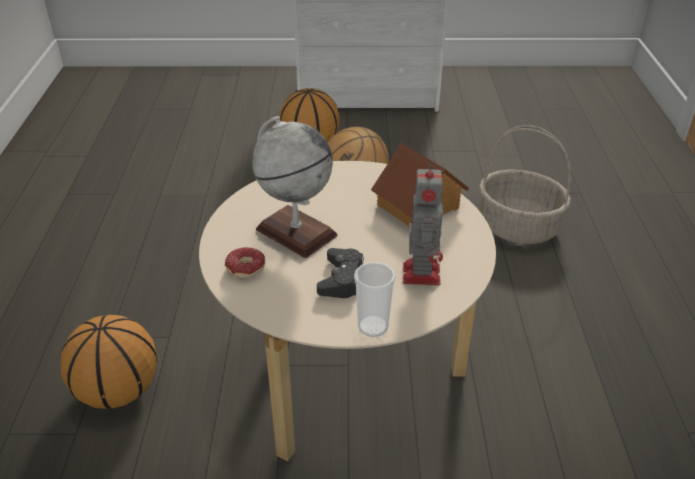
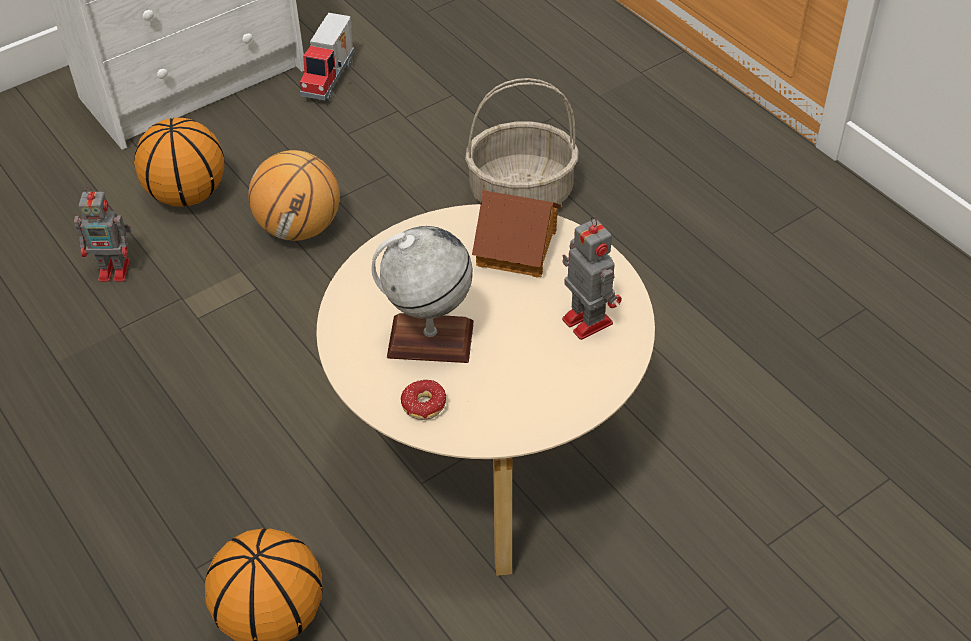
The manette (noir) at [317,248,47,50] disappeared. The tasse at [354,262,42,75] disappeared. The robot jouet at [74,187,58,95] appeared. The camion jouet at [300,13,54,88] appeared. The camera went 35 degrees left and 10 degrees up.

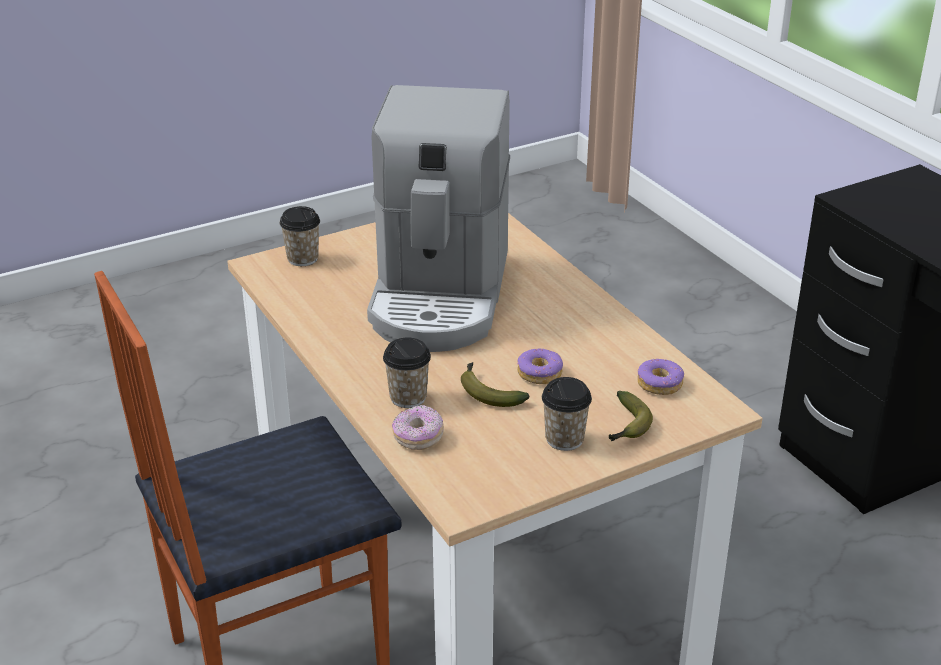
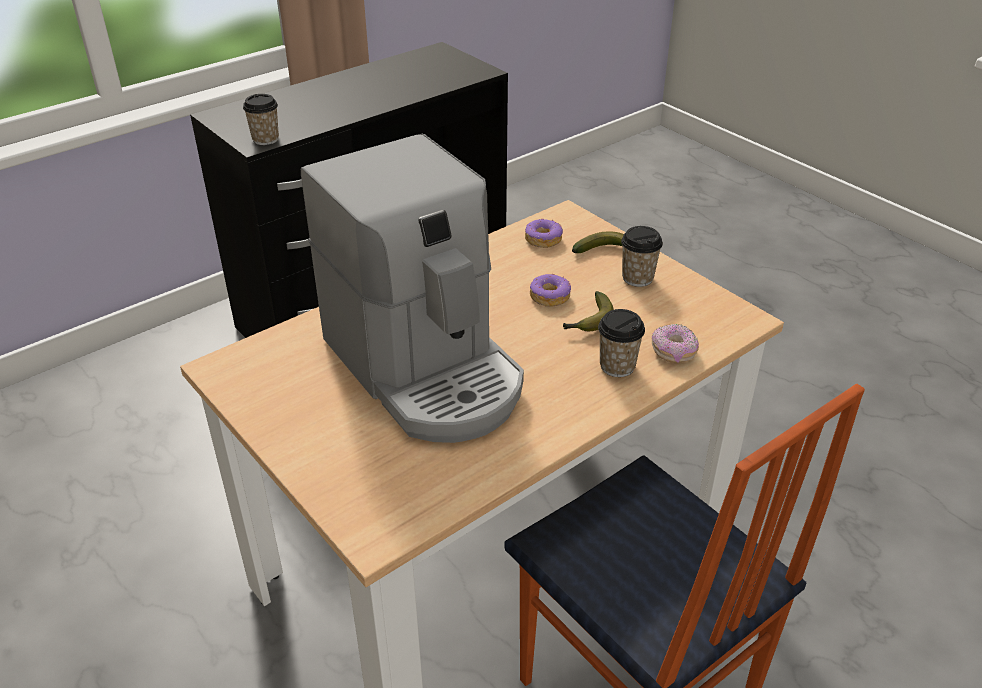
The tasse moved from [279,206,41,60] to [243,94,36,51]. The machine à café at [367,85,143,267] turned 60 degrees clockwise. The camera went 100 degrees left and 5 degrees up.

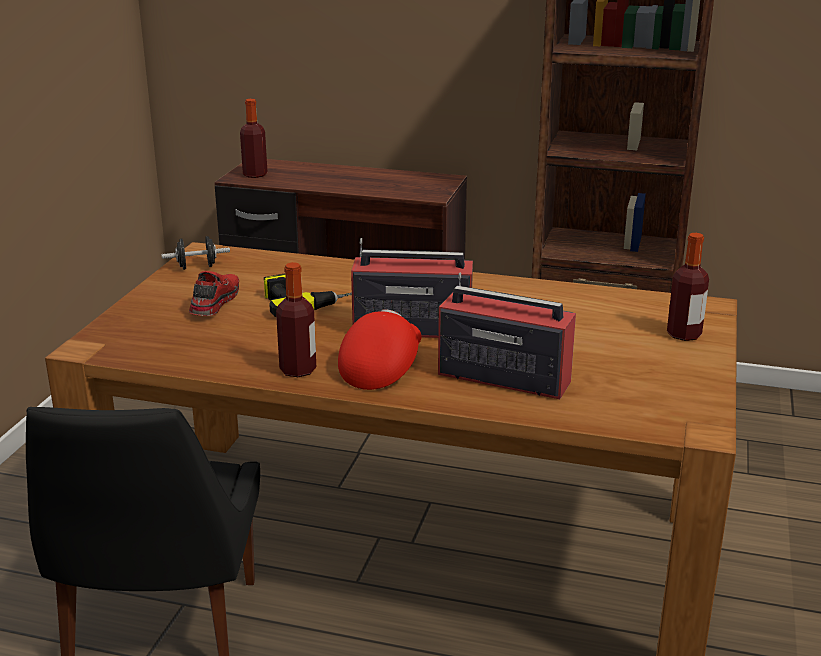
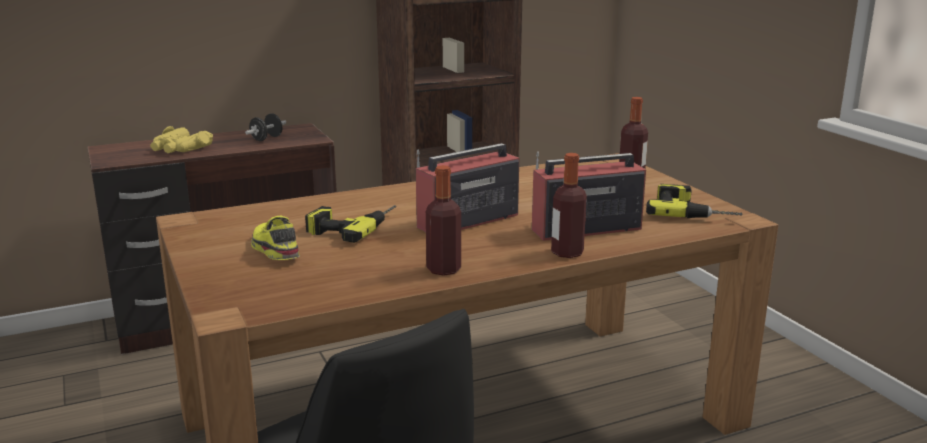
The haltère (noir) moved from [161,236,69,34] to [245,113,41,28]. The chaussure (rouge) at [189,271,50,45] became the chaussure (jaune) at [251,216,49,44]. The bouteille moved from [240,99,27,79] to [551,153,36,105]. The casquette (rouge) at [338,309,83,81] disappeared. The jumelles (jaune) at [150,126,63,27] appeared. The perceuse at [646,184,96,34] appeared. The camera went 40 degrees left and 5 degrees down.

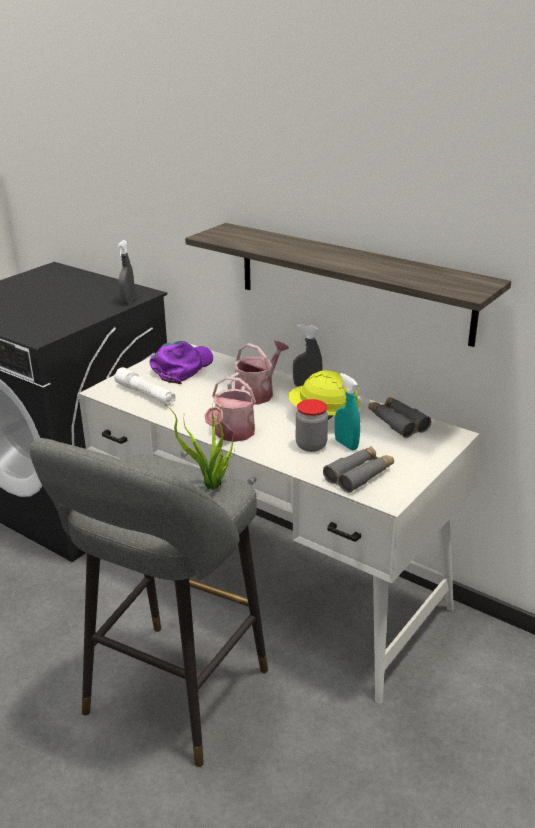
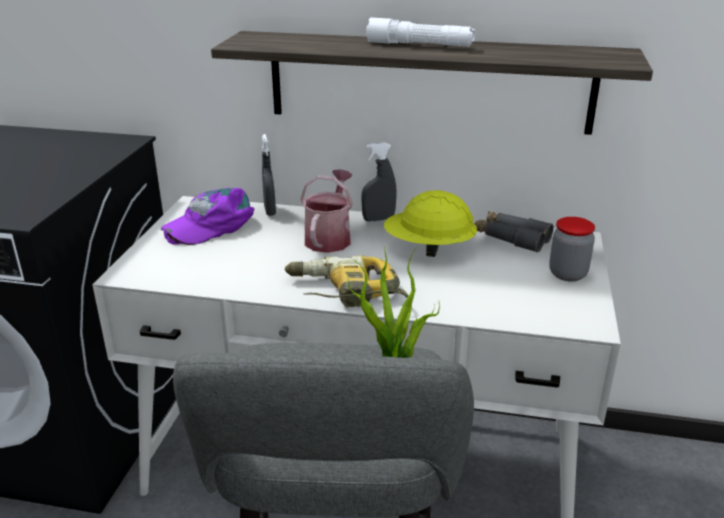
The lampe de poche (blanc) moved from [114,367,62,38] to [366,18,109,29]. The vaporisateur (gris) moved from [117,240,18,64] to [262,134,14,82]. The casquette (violet) at [150,341,63,43] turned 135 degrees counterclockwise. The arrosoir at [205,376,51,66] was replaced by the perceuse at [285,255,123,52]. The bocal moved from [296,399,32,53] to [549,217,46,65]. The jumelles (gris) at [323,446,71,47] disappeared. The vaporisateur (turquoise) at [335,373,25,77] disappeared. The camera went 25 degrees left and 0 degrees up.

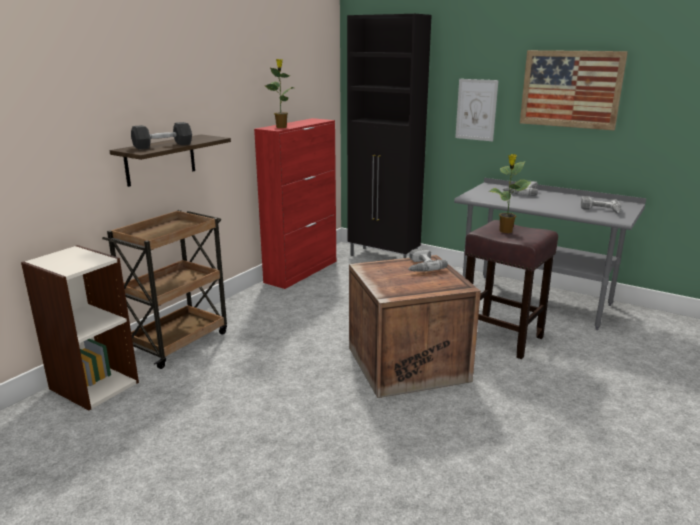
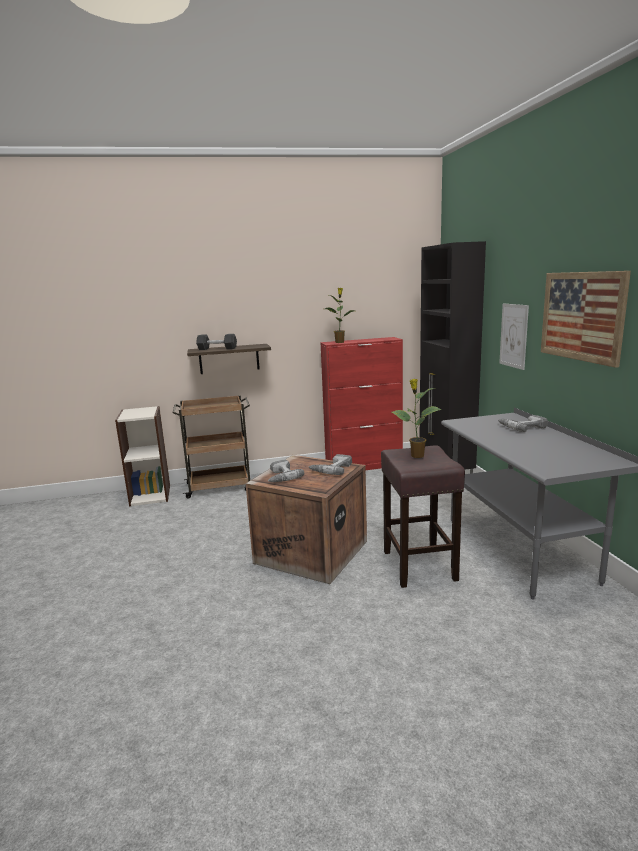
The perceuse moved from [581,196,40,17] to [268,459,36,23]. The camera went 45 degrees right and 5 degrees down.

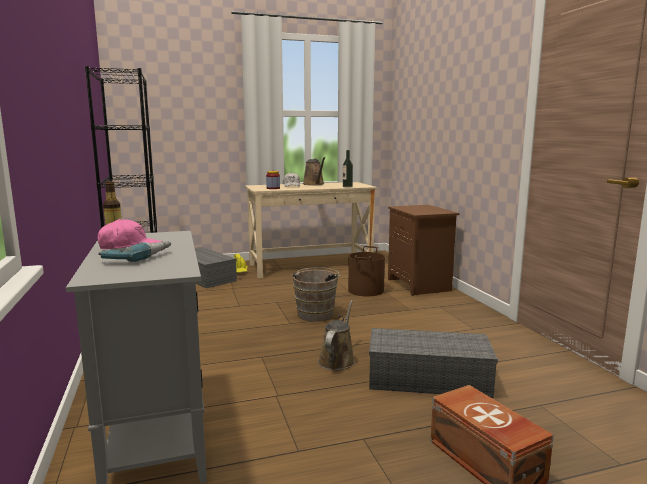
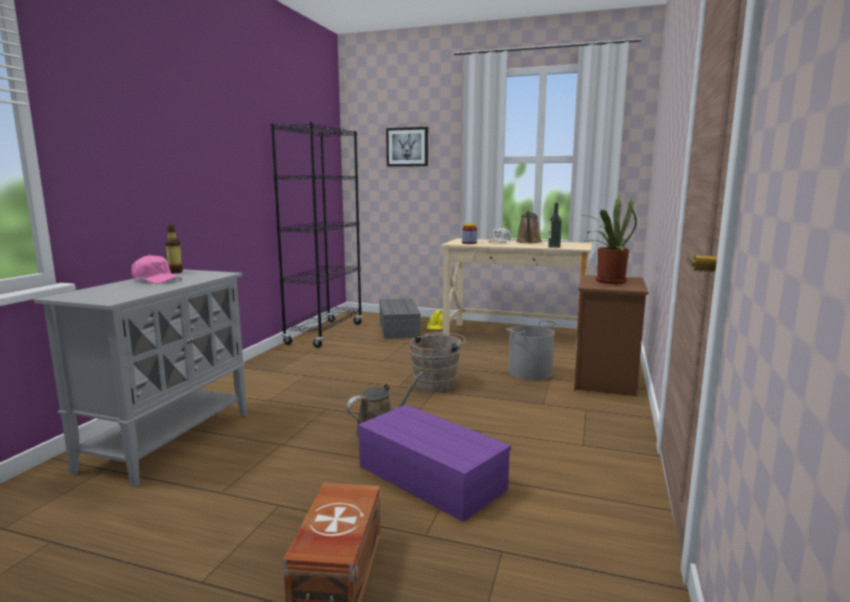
The perceuse at [99,241,72,21] disappeared. The seau (marron) at [348,246,37,50] became the seau (gris) at [506,320,52,60]. The boîte de rangement (gris) at [369,328,129,70] became the boîte de rangement (violet) at [358,405,153,117]. The tableau at [386,127,42,40] appeared. The plante en pot at [582,196,55,88] appeared. The camera went 35 degrees right and 0 degrees up.

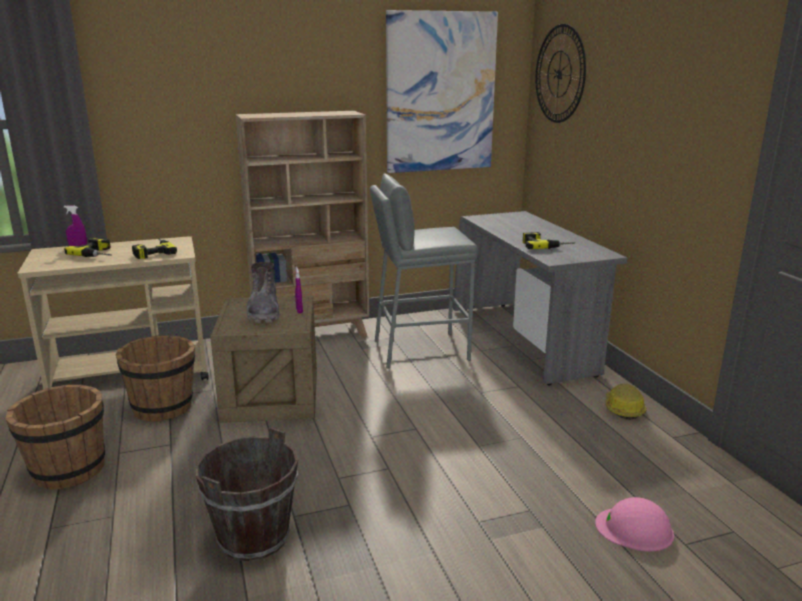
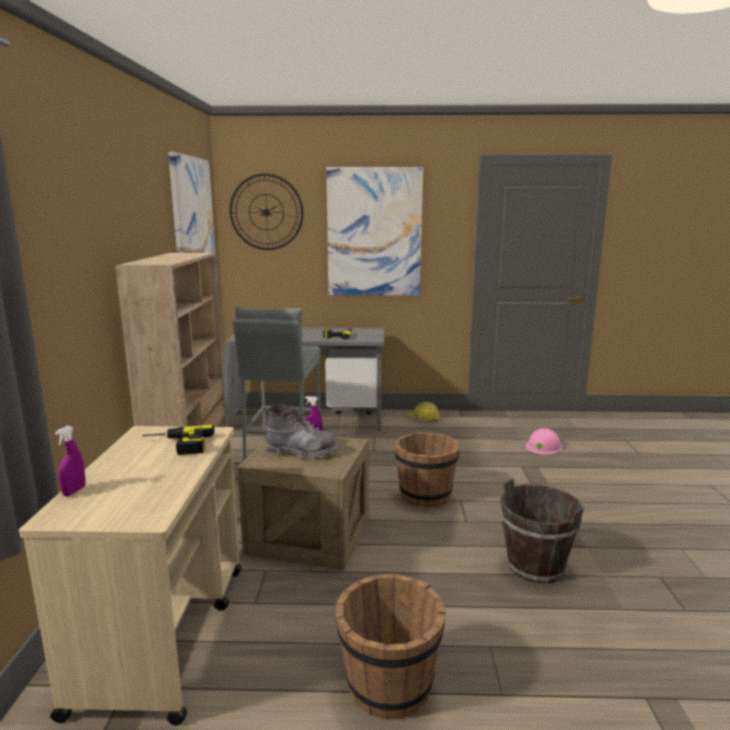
The perceuse at [64,238,47,19] disappeared. The seau (marron) moved from [116,335,79,87] to [394,432,66,75]. The tableau at [326,167,97,129] appeared. The camera went 70 degrees left and 5 degrees down.

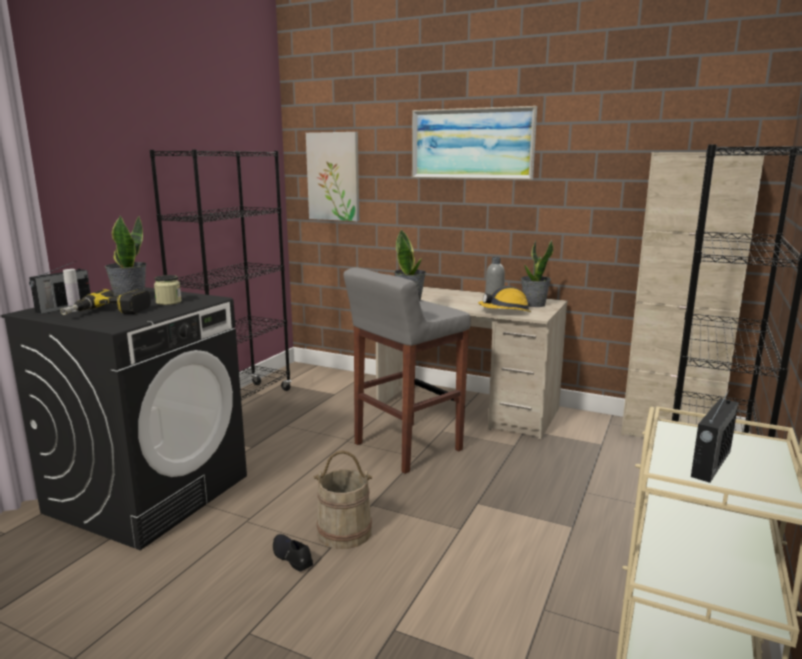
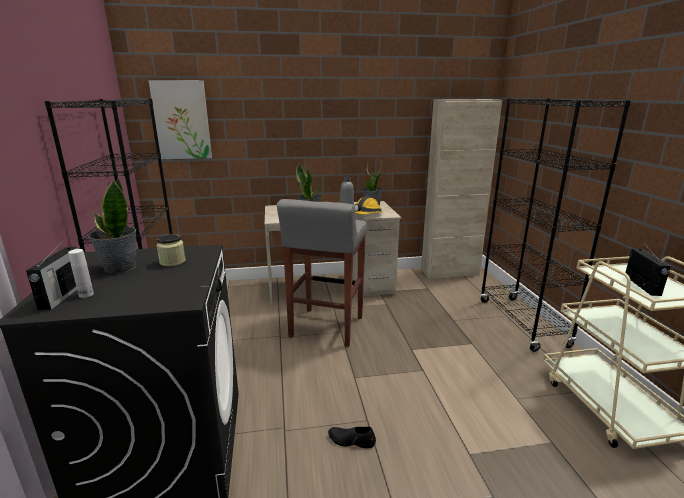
The perceuse at [60,289,91,26] disappeared. The seau (beige) at [314,450,59,99] disappeared. The tableau at [412,106,125,74] disappeared. The camera went 35 degrees left and 5 degrees up.

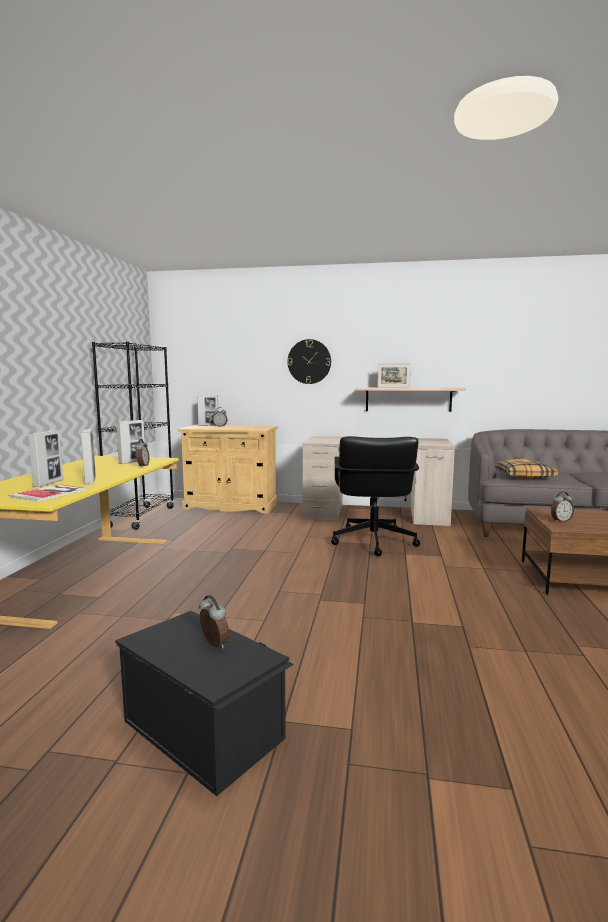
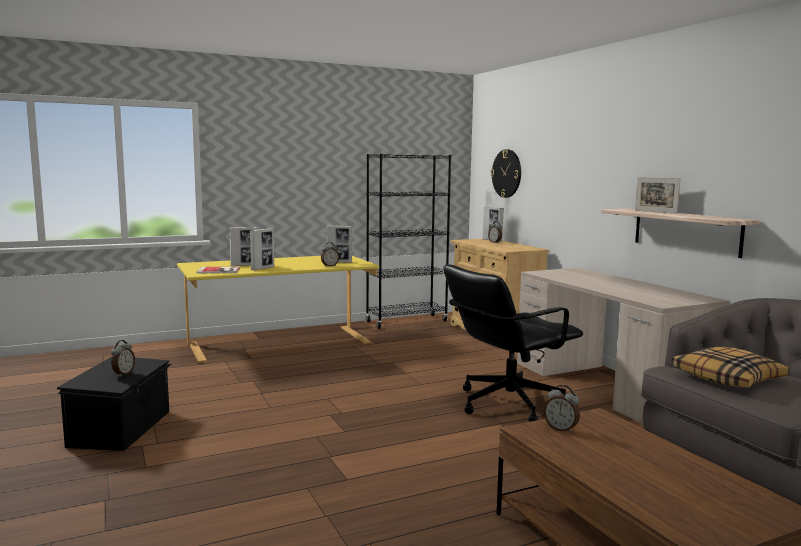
The horloge murale moved from [288,339,43,45] to [491,149,30,49]. The camera went 55 degrees right and 0 degrees up.

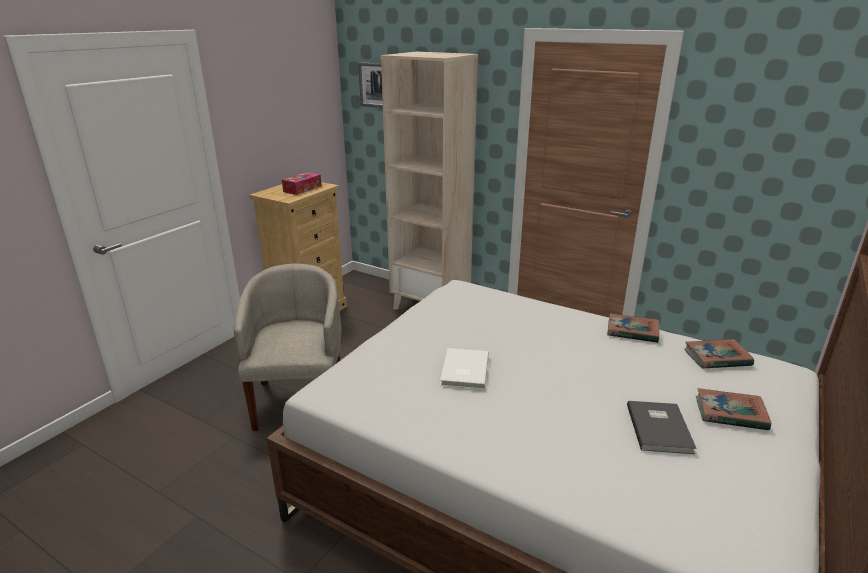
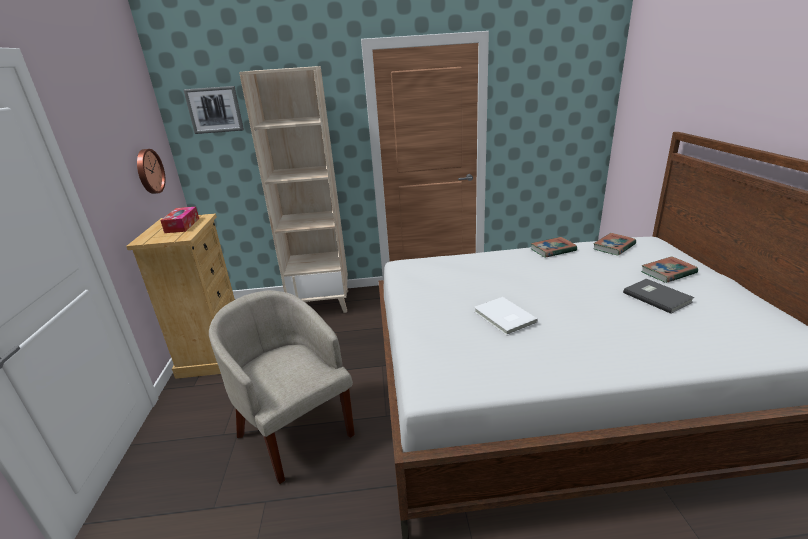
The horloge murale at [137,149,28,45] appeared. The camera went 35 degrees left and 0 degrees up.

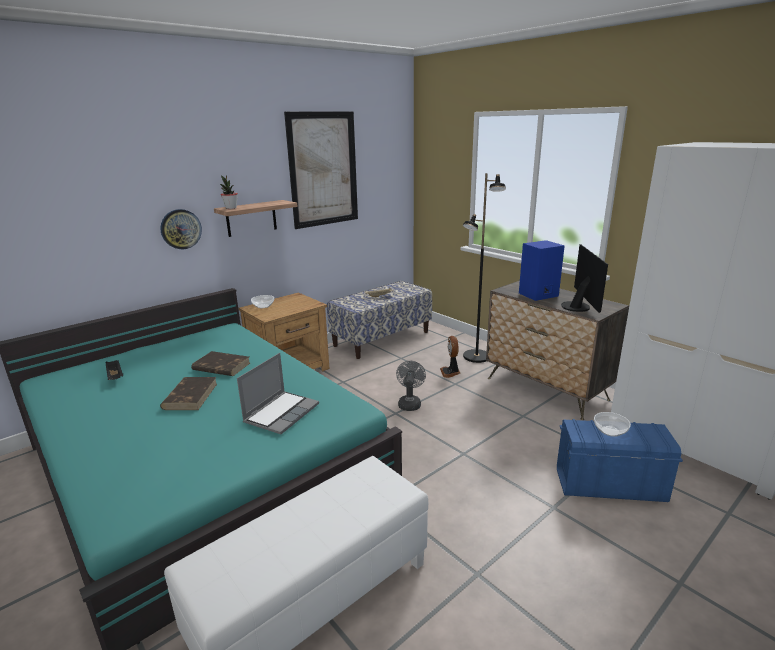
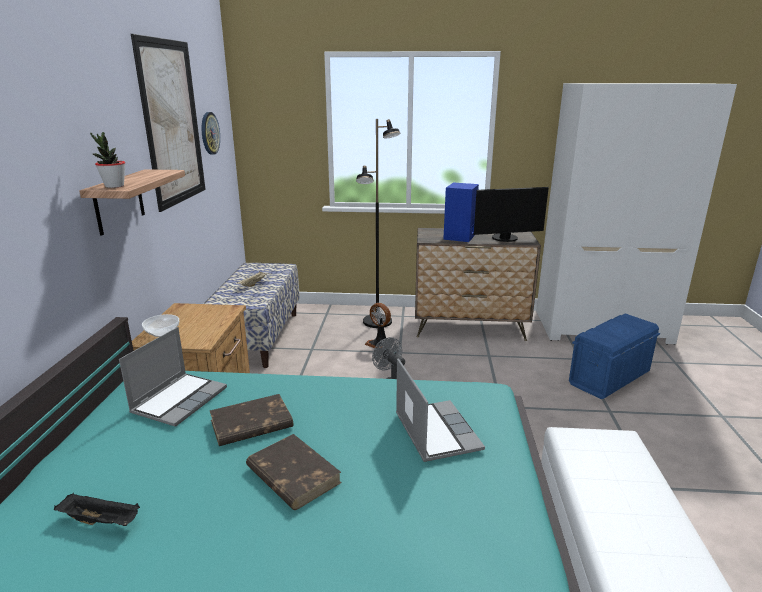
The horloge murale moved from [160,209,42,40] to [202,112,18,43]. The écran d'ordinateur at [561,244,47,69] turned 120 degrees clockwise. The bol at [594,412,37,25] disappeared. The ordinateur portable at [119,327,108,100] appeared. The camera went 45 degrees left and 0 degrees up.

